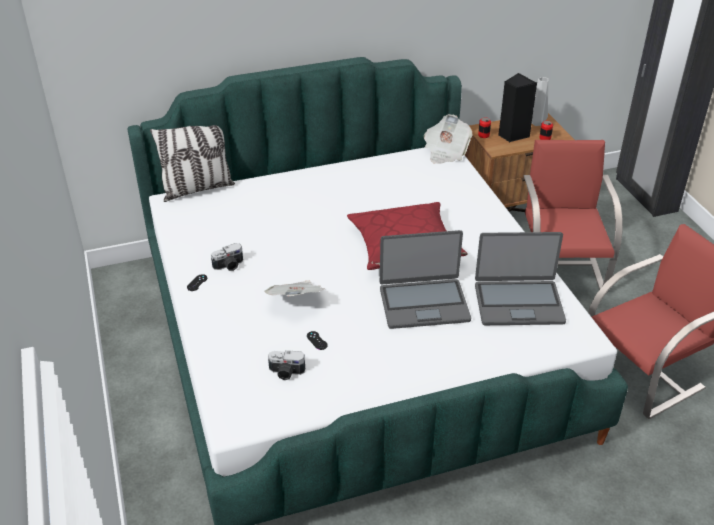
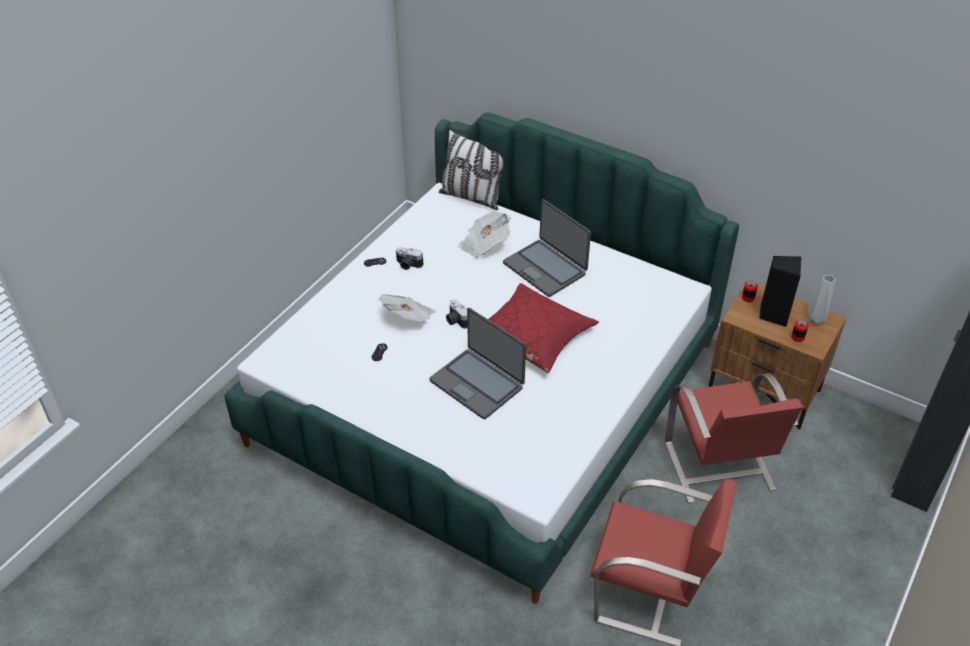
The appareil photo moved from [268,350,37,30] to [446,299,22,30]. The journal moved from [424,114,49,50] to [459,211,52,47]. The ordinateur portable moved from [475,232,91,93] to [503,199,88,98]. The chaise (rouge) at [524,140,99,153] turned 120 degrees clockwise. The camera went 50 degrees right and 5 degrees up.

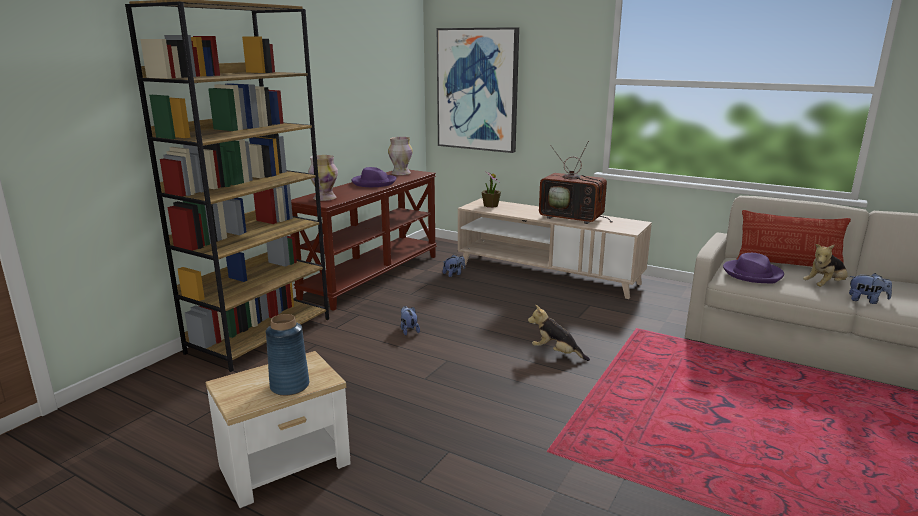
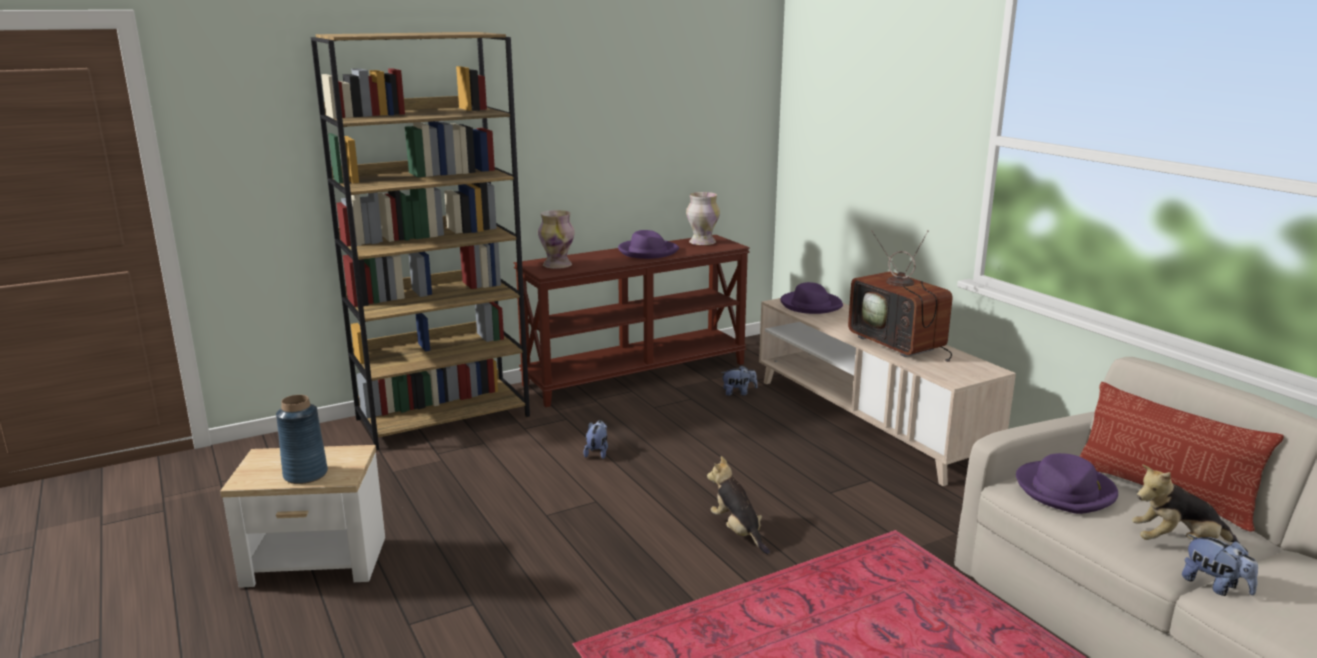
The tableau at [437,27,82,126] disappeared. The plante en pot at [481,171,20,37] was replaced by the chapeau (violet) at [780,282,63,32]. The camera went 30 degrees right and 0 degrees up.

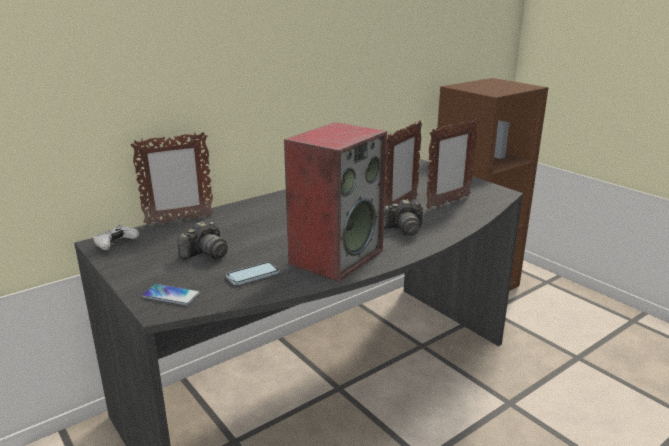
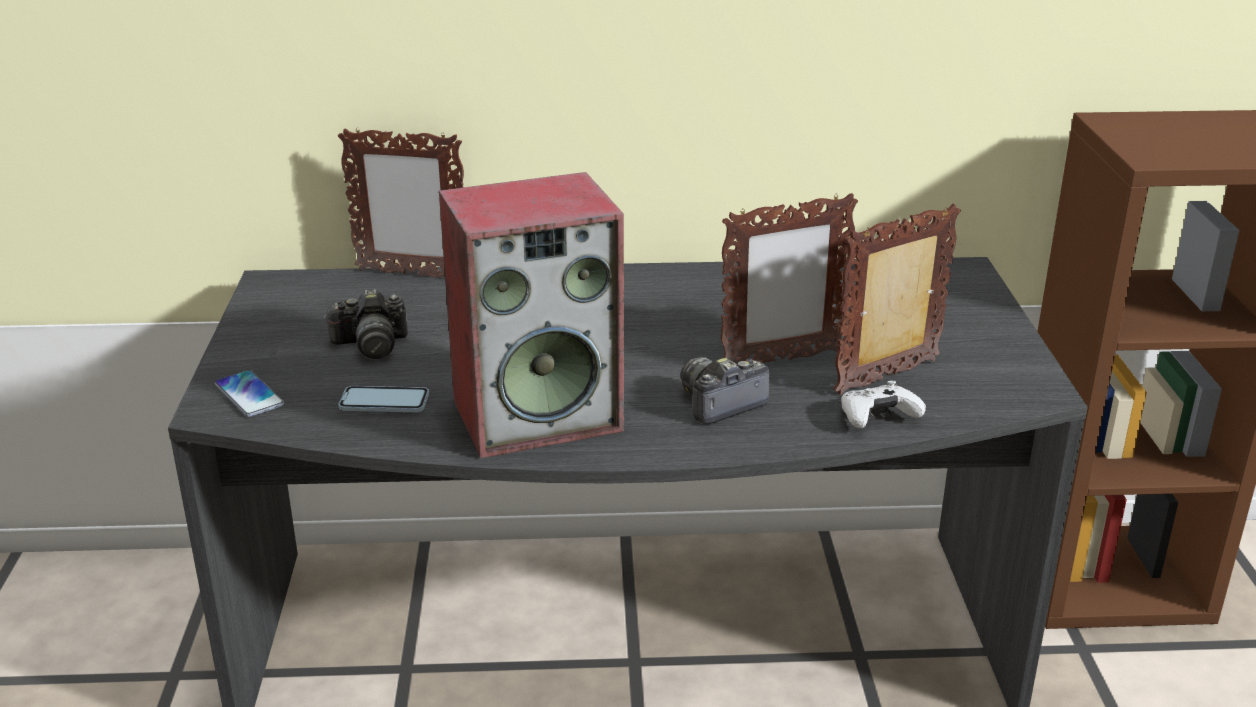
The manette (blanc) moved from [93,224,46,26] to [841,381,85,48]. The appareil photo at [384,199,39,37] turned 120 degrees clockwise. The cadre photo at [426,119,52,90] turned 150 degrees clockwise. The camera went 35 degrees right and 5 degrees up.

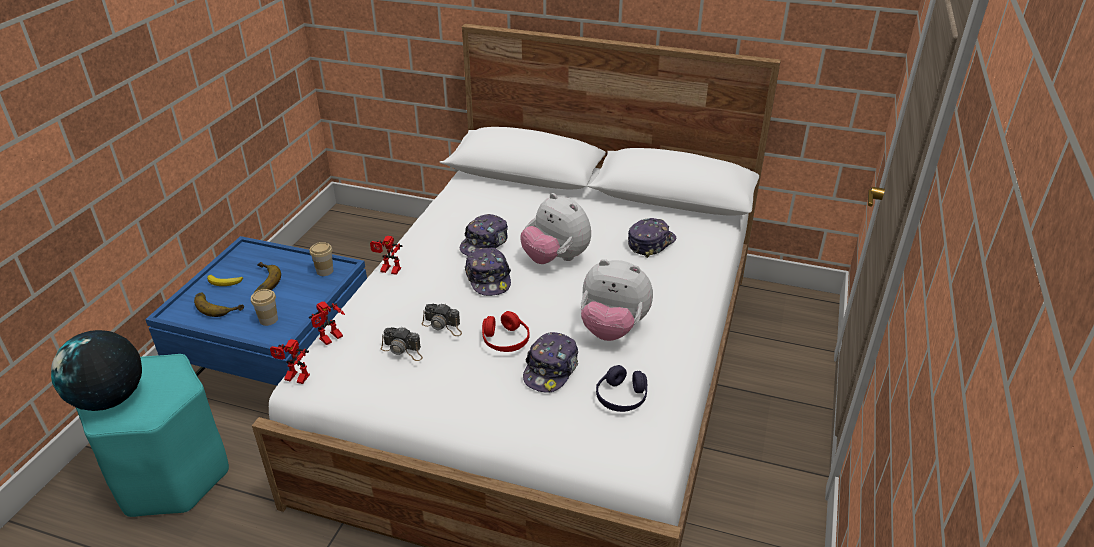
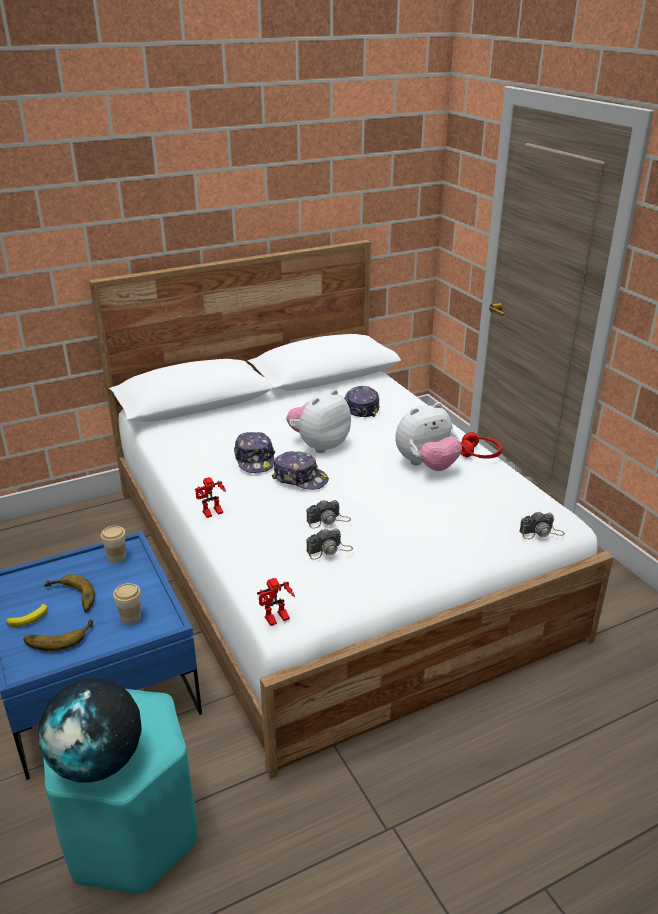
The robot jouet at [309,301,36,44] disappeared. The casque audio (rouge) moved from [482,311,48,41] to [460,432,42,27]. The peluche at [520,193,71,71] turned 135 degrees clockwise. The casquette at [523,332,55,61] disappeared. The casque audio (violet) at [596,365,51,47] disappeared. The appareil photo at [520,511,45,28] appeared. The camera went 45 degrees left and 5 degrees down.

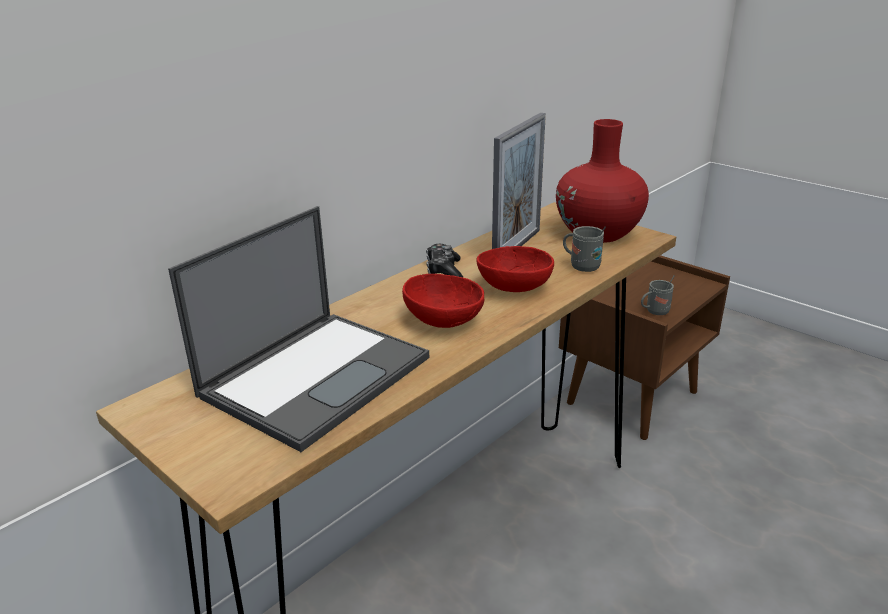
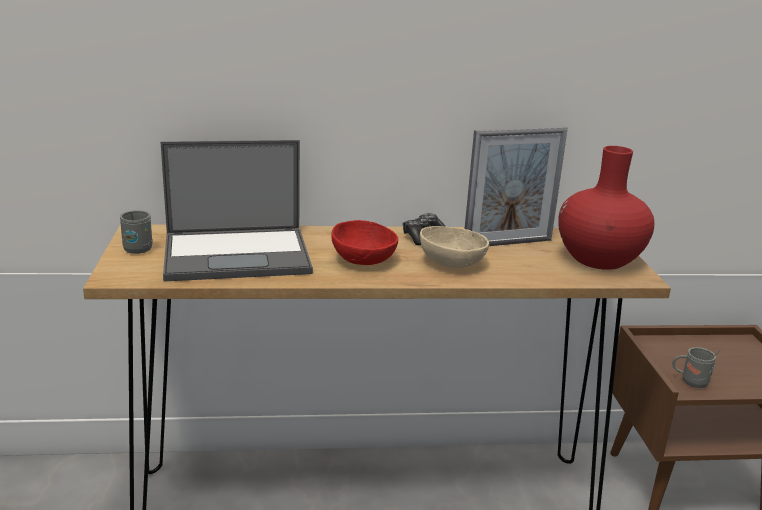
The bol (rouge) at [476,246,78,46] became the bol (beige) at [420,226,69,42]. The mug (gris) moved from [563,226,43,46] to [120,210,32,44]. The camera went 40 degrees right and 5 degrees down.

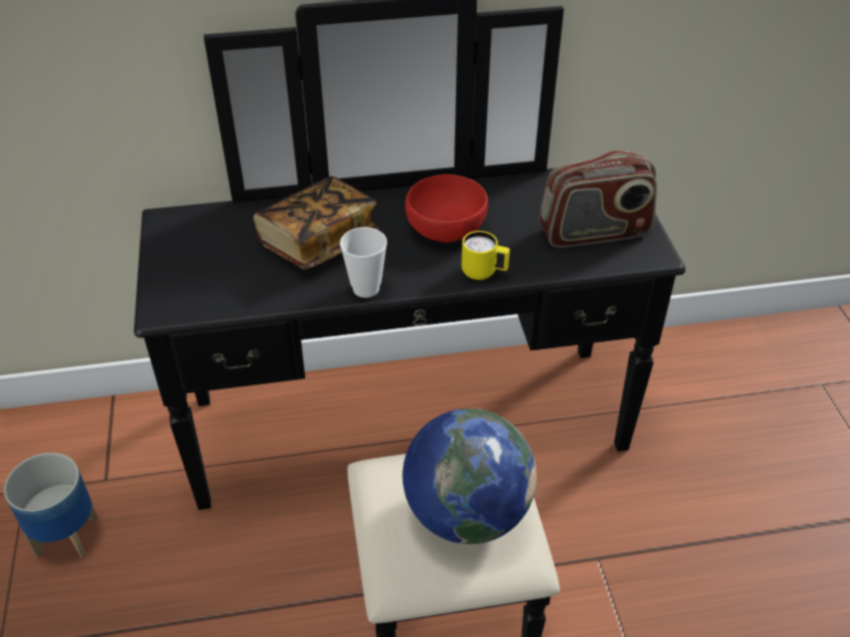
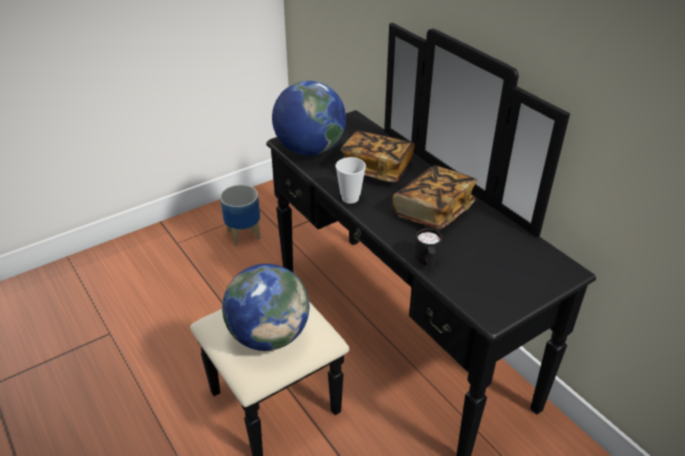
The bol (rouge) at [405,174,83,69] was replaced by the livre at [392,166,85,63]. The mug (jaune) at [462,231,48,50] disappeared. The radio at [539,150,118,98] disappeared. The globe at [272,81,74,75] appeared. The mug (noir) at [414,228,28,39] appeared. The camera went 65 degrees right and 5 degrees down.

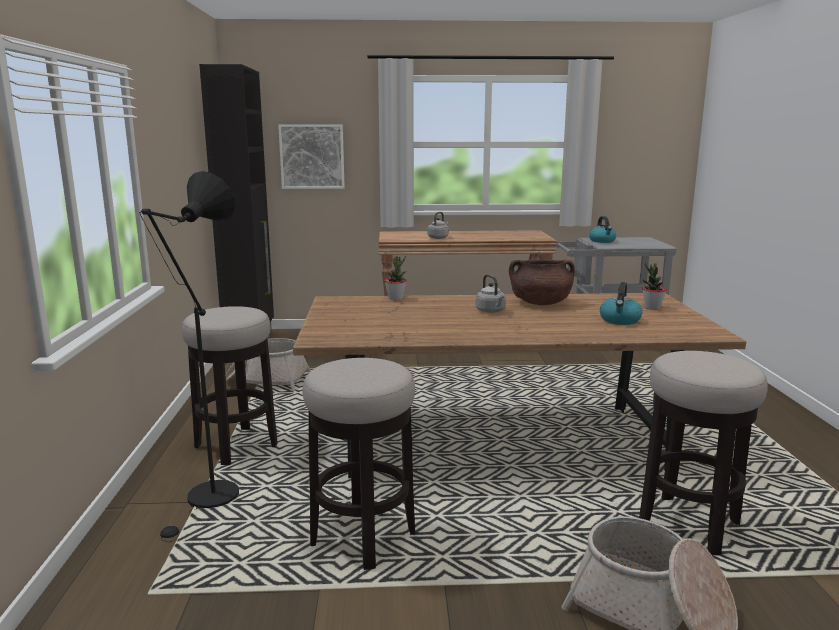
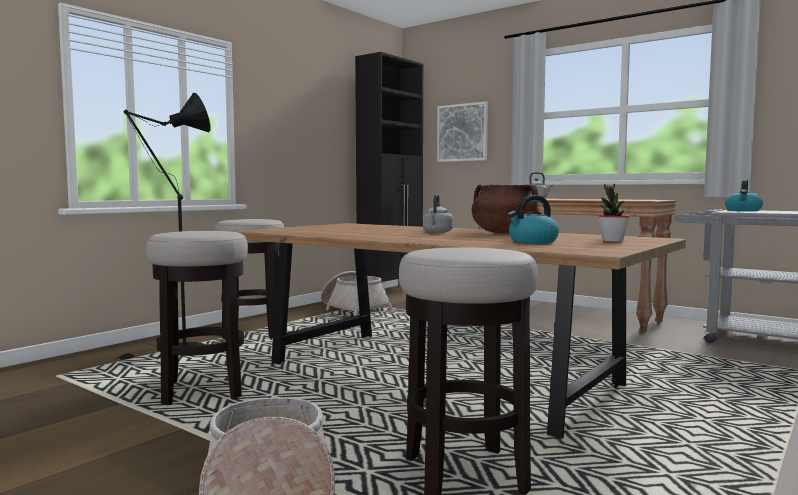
The plante en pot at [384,256,23,44] disappeared. The camera went 40 degrees right and 10 degrees down.

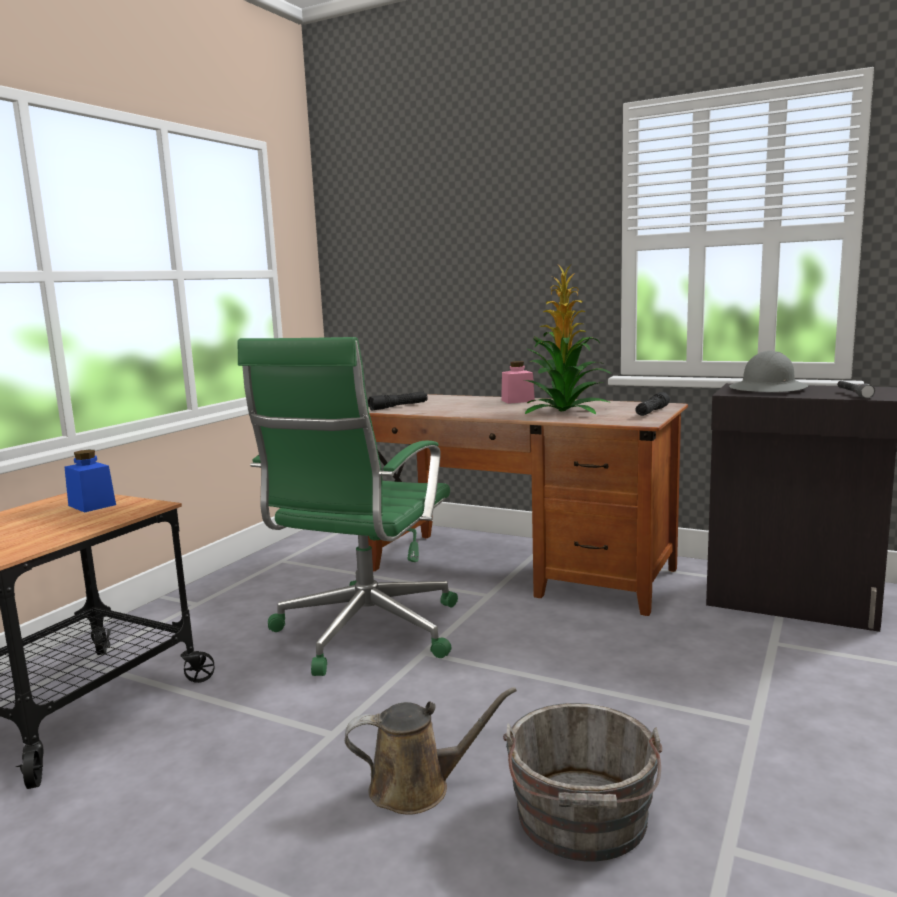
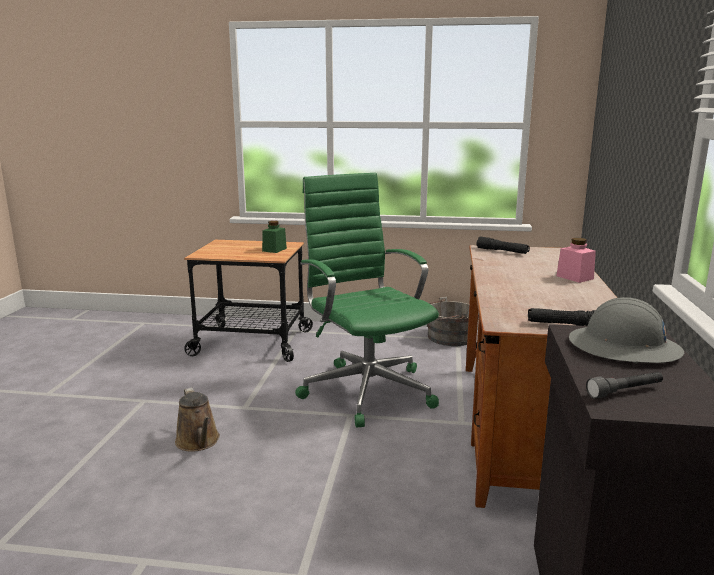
The bocal (bleu) at [64,450,52,62] became the bocal (vert) at [262,221,25,32]. The chaise de bureau (vert) at [237,337,221,339] turned 60 degrees clockwise. The seau (gris) moved from [503,703,159,159] to [427,297,52,49]. The plante en pot at [524,265,88,149] disappeared. The camera went 70 degrees right and 5 degrees up.

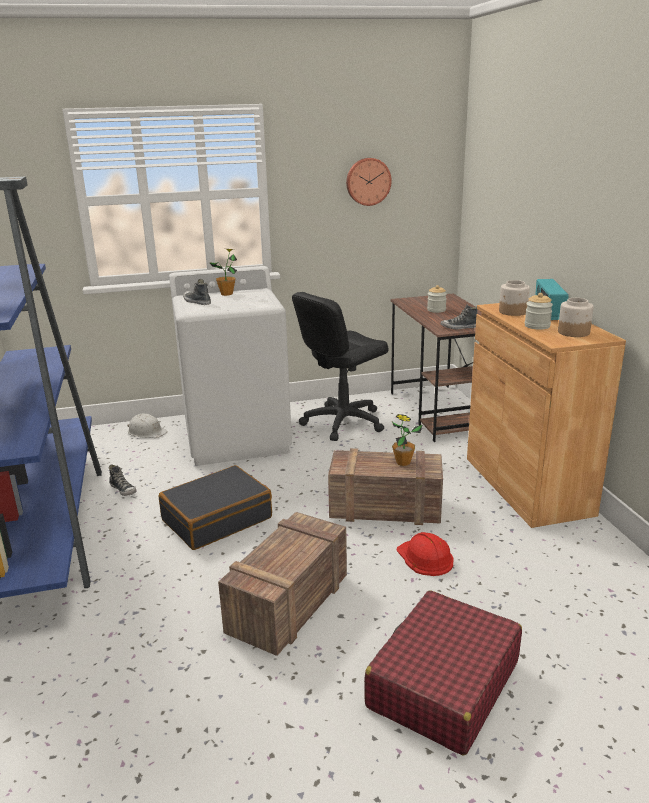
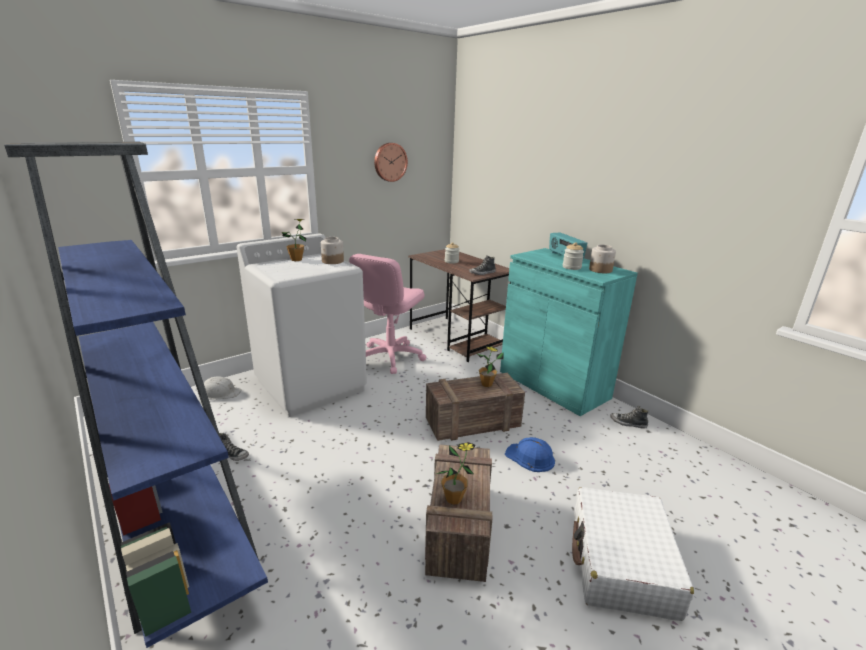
The valise (noir) at [159,465,113,85] disappeared. The chaussure moved from [183,279,28,26] to [610,406,39,23]. The chaise de bureau (noir) at [292,292,96,149] became the chaise de bureau (rose) at [349,254,77,120]. The valise (rouge) at [364,590,158,165] became the valise (blanc) at [572,487,122,134]. The casque de chantier (rouge) at [397,532,56,44] became the casque de chantier (bleu) at [505,437,50,35]. The meuble de rangement (marron) at [467,303,159,225] became the meuble de rangement (turquoise) at [500,248,138,168]. The bocal moved from [499,280,31,36] to [321,237,23,27]. The plante en pot at [436,442,39,63] appeared. The camera went 25 degrees left and 0 degrees up.

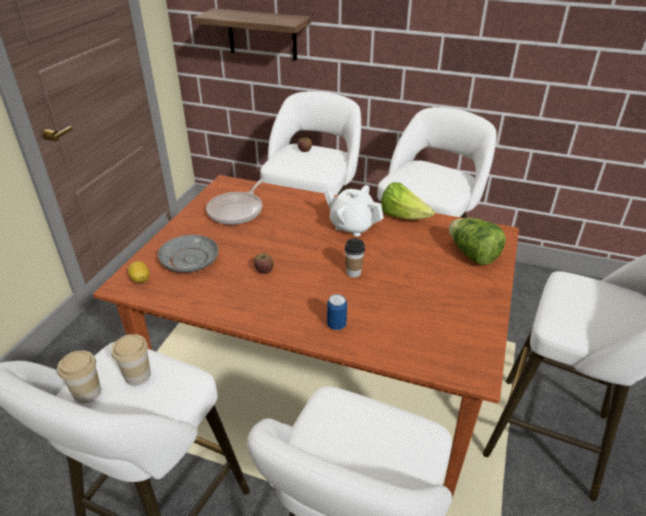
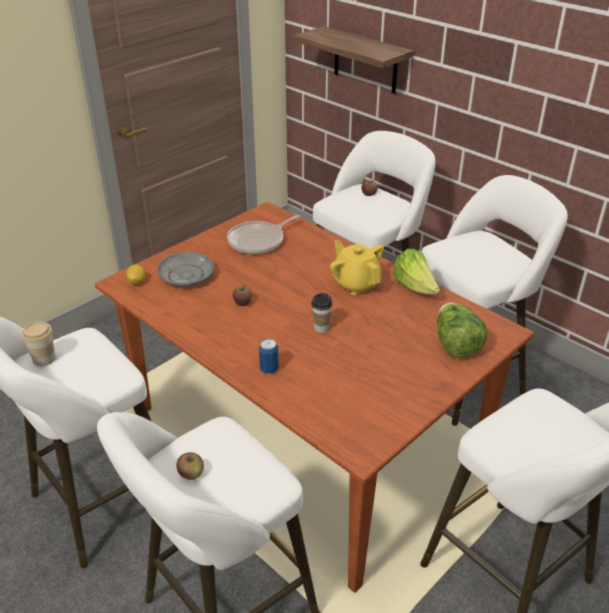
The tasse at [111,334,40,52] disappeared. The théière (blanc) at [324,185,60,51] became the théière (jaune) at [330,240,54,55]. The pomme at [177,452,27,28] appeared. The camera went 25 degrees right and 0 degrees up.

